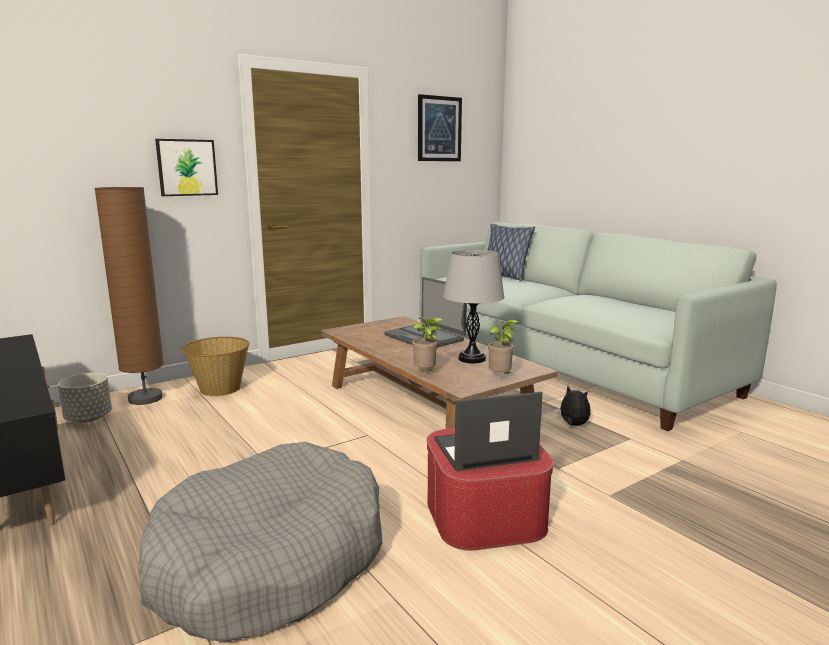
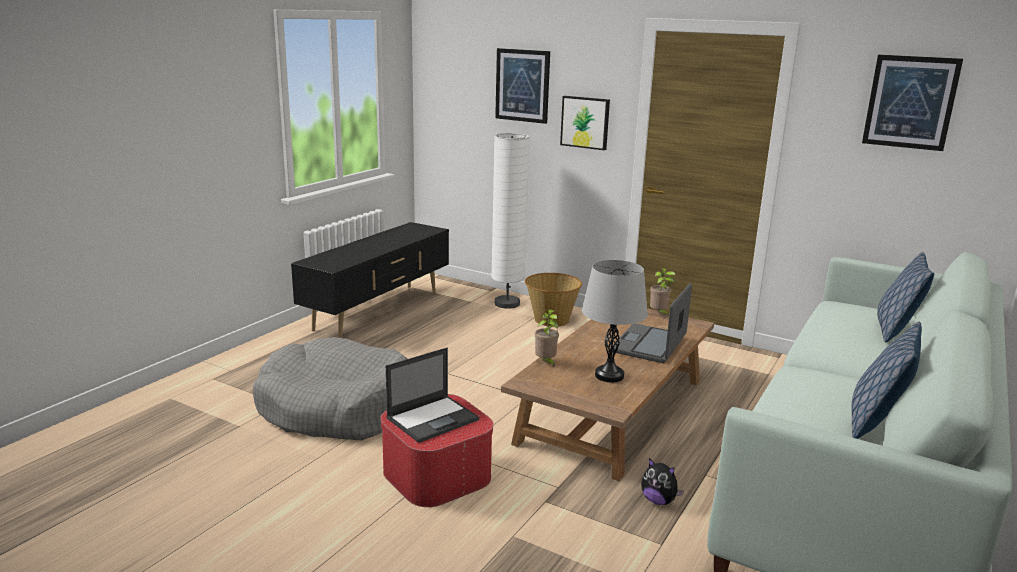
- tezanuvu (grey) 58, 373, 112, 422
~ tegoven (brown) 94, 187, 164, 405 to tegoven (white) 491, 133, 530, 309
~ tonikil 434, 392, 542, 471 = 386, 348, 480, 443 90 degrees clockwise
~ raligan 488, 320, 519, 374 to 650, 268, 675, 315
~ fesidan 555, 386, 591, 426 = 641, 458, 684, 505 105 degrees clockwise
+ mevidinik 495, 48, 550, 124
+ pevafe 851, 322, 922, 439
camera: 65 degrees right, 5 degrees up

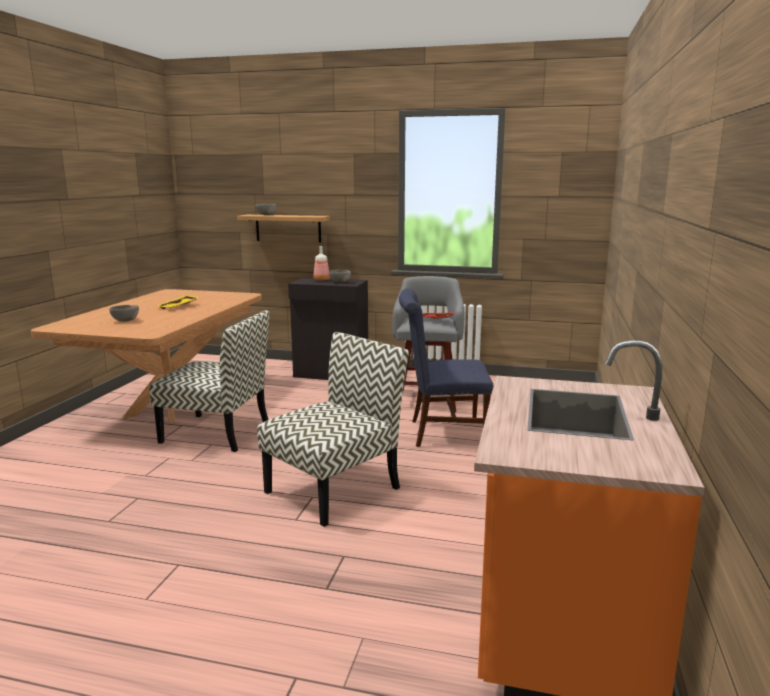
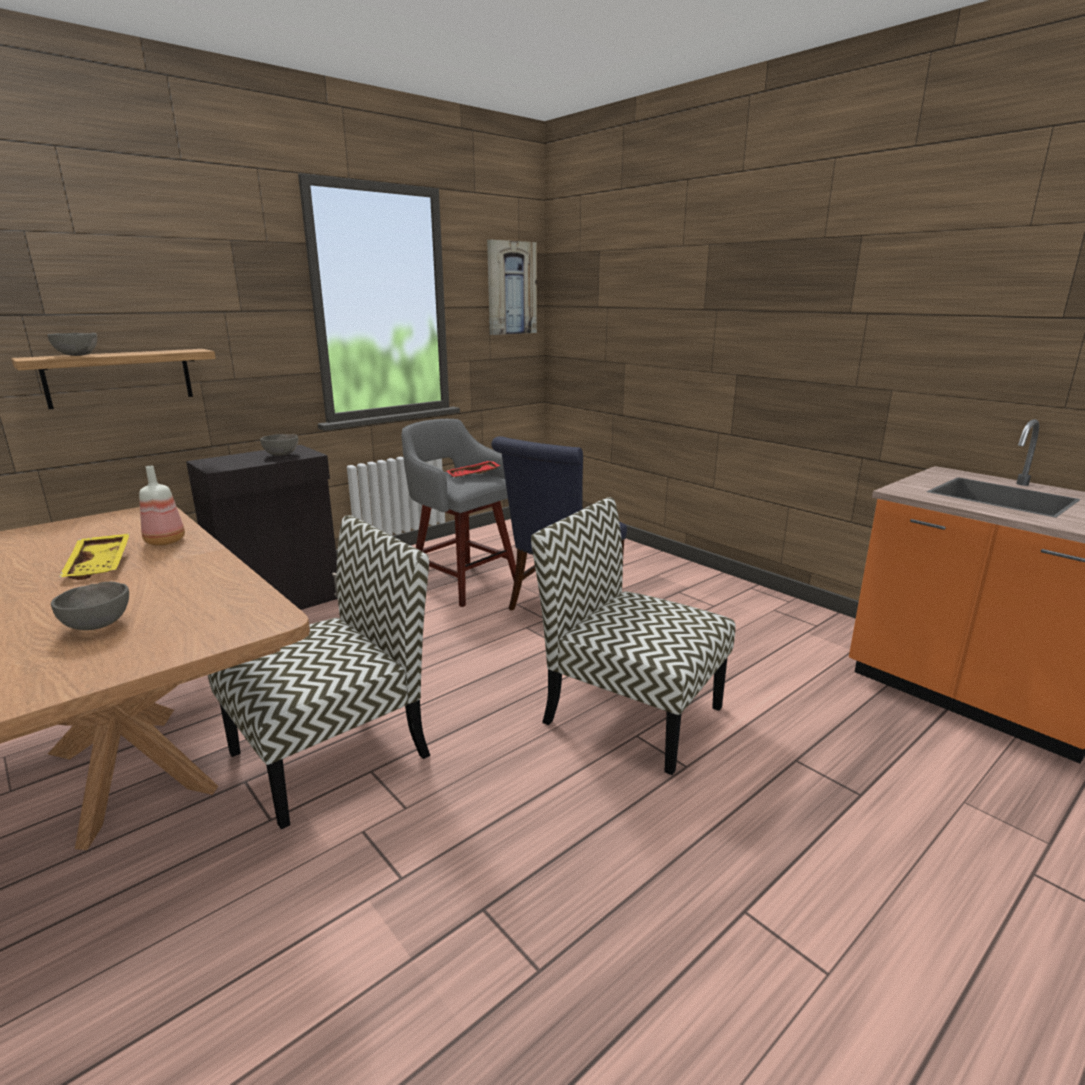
~ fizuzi 257, 332, 409, 527 = 531, 497, 736, 775 45 degrees counterclockwise
~ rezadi 313, 246, 330, 281 to 139, 466, 185, 545
+ mevidinik 487, 240, 537, 335
camera: 55 degrees left, 5 degrees up

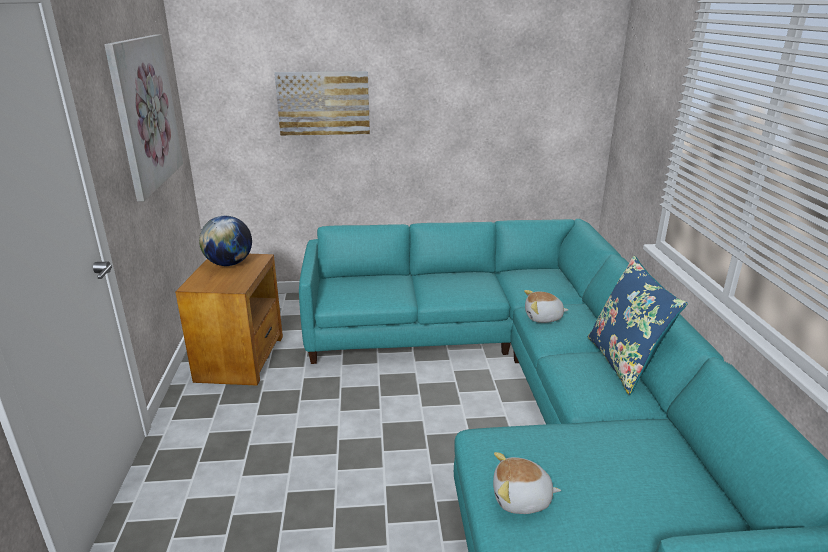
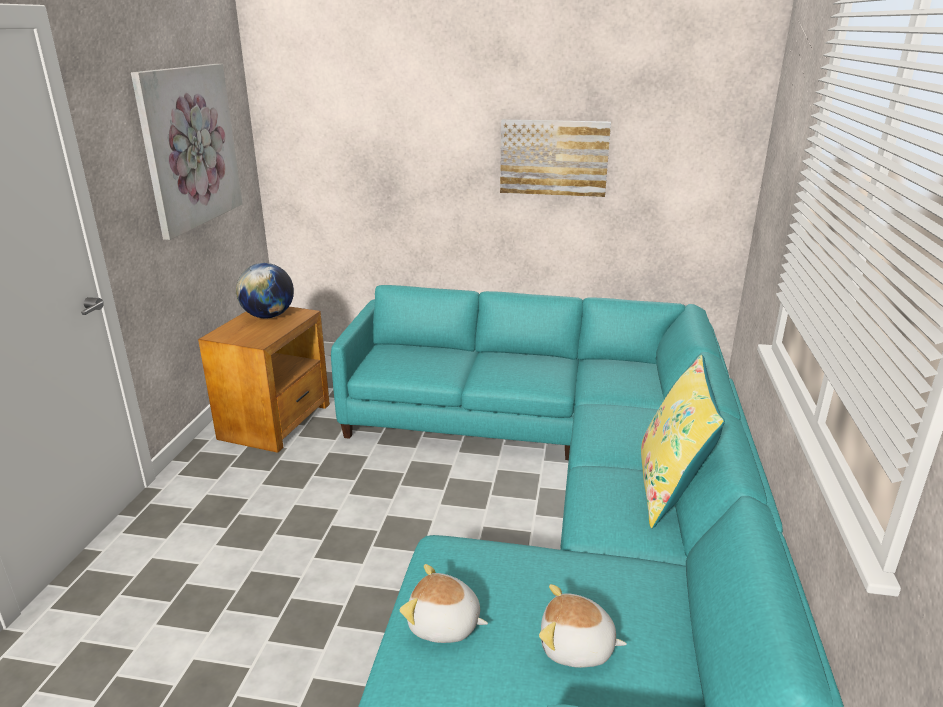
~ mevidinik 274, 71, 370, 136 to 500, 119, 611, 197
~ fesidan 524, 290, 568, 323 to 539, 584, 627, 668
~ pevafe (blue) 588, 256, 687, 395 to pevafe (yellow) 641, 355, 725, 529
camera: 15 degrees right, 0 degrees up

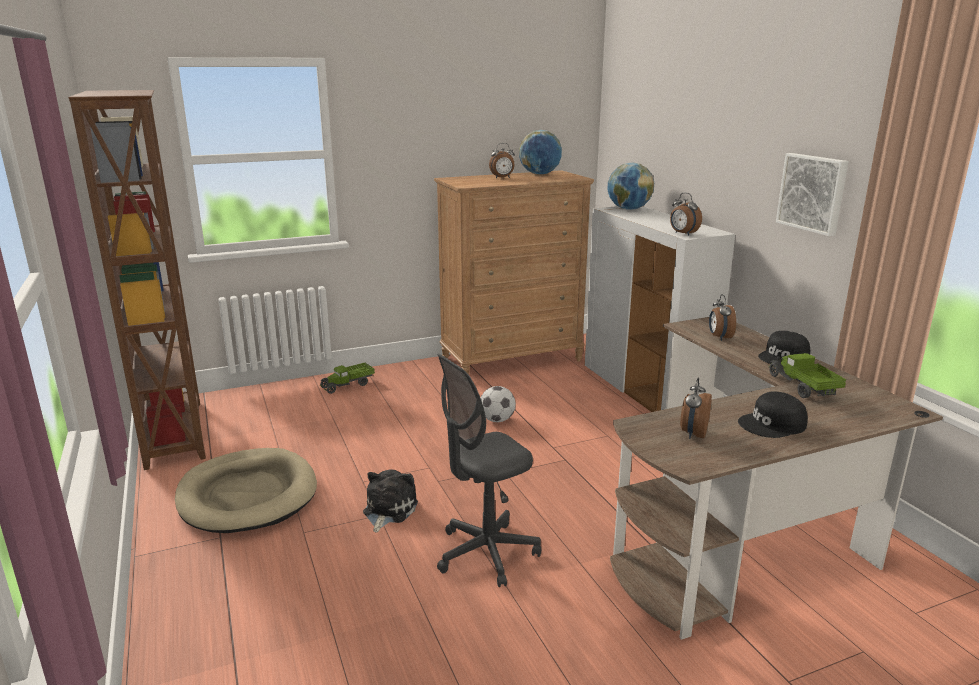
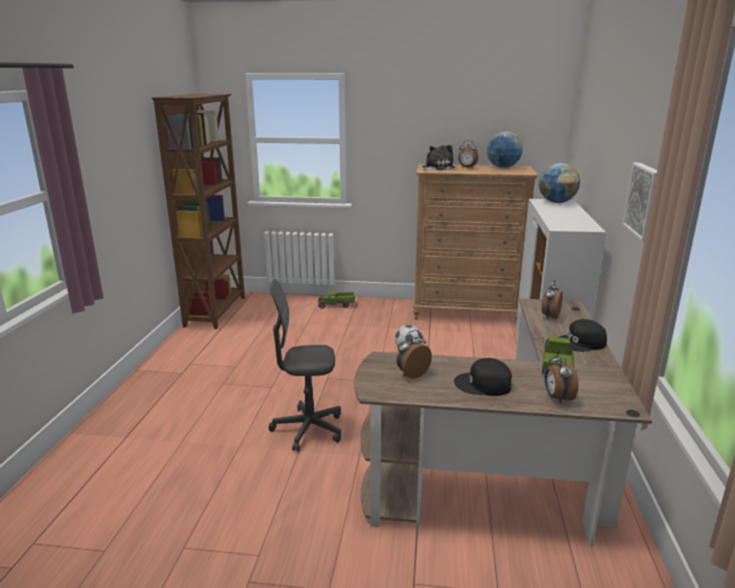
- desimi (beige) 175, 448, 317, 533
~ fesidan 363, 470, 418, 533 to 422, 145, 455, 171
~ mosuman 670, 192, 702, 236 to 545, 351, 578, 404
camera: 30 degrees right, 0 degrees up

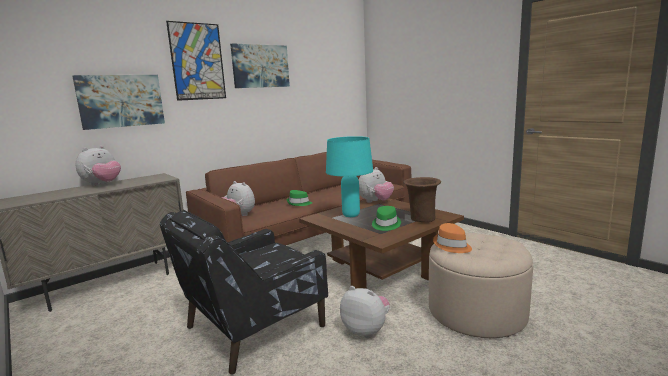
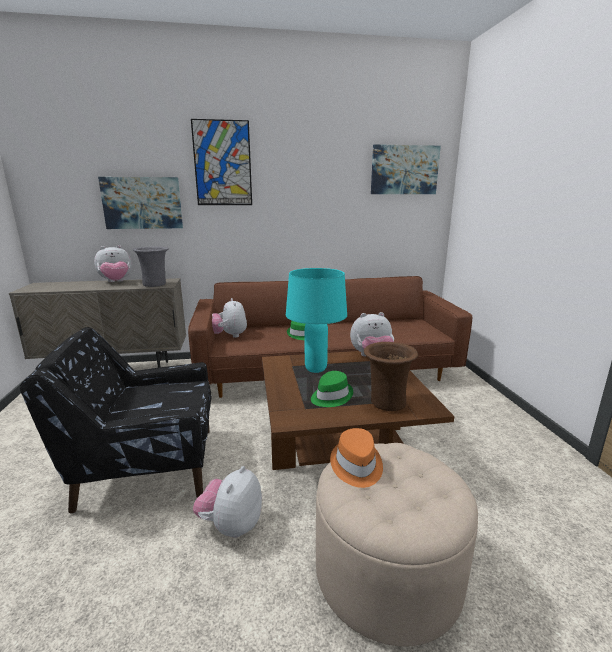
~ mevidinik 230, 43, 290, 88 to 371, 144, 441, 194
~ fesidan 340, 286, 390, 338 = 193, 466, 262, 538 135 degrees counterclockwise
+ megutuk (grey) 133, 246, 169, 287
camera: 30 degrees right, 5 degrees up

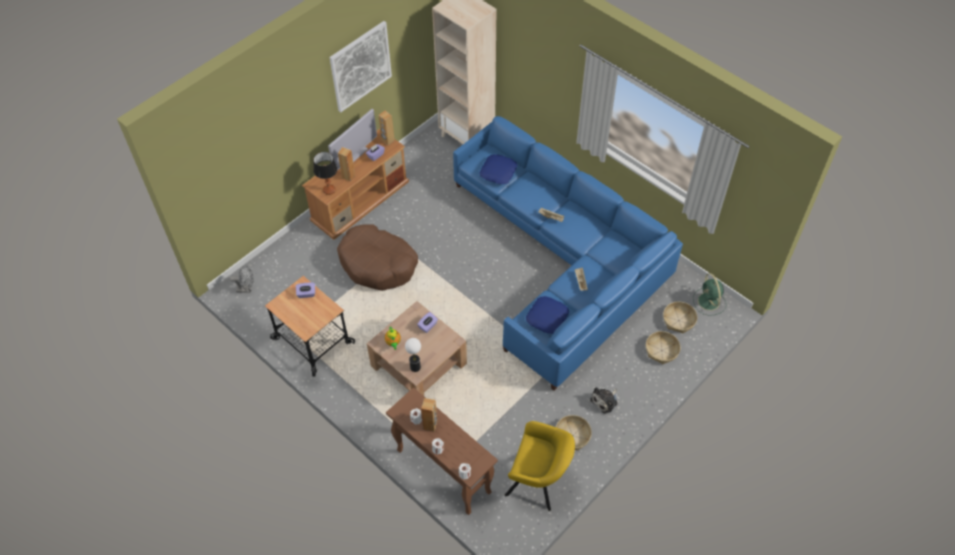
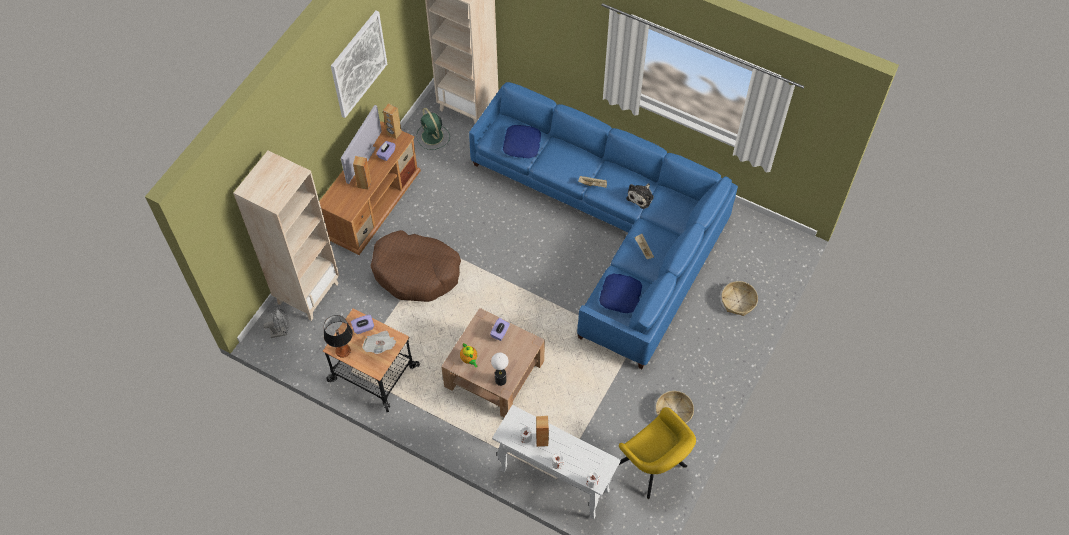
~ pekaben 313, 152, 338, 195 to 324, 315, 353, 358
~ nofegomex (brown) 386, 387, 498, 515 to nofegomex (white) 492, 405, 621, 519
~ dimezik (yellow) 505, 421, 575, 511 = 619, 407, 696, 499 45 degrees clockwise
~ fesidan 590, 387, 618, 414 to 626, 183, 654, 209
- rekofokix 663, 302, 697, 334
~ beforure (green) 693, 273, 726, 316 to 416, 108, 450, 150
+ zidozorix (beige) 233, 150, 339, 321
+ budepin 362, 331, 396, 354
camera: 15 degrees left, 5 degrees up

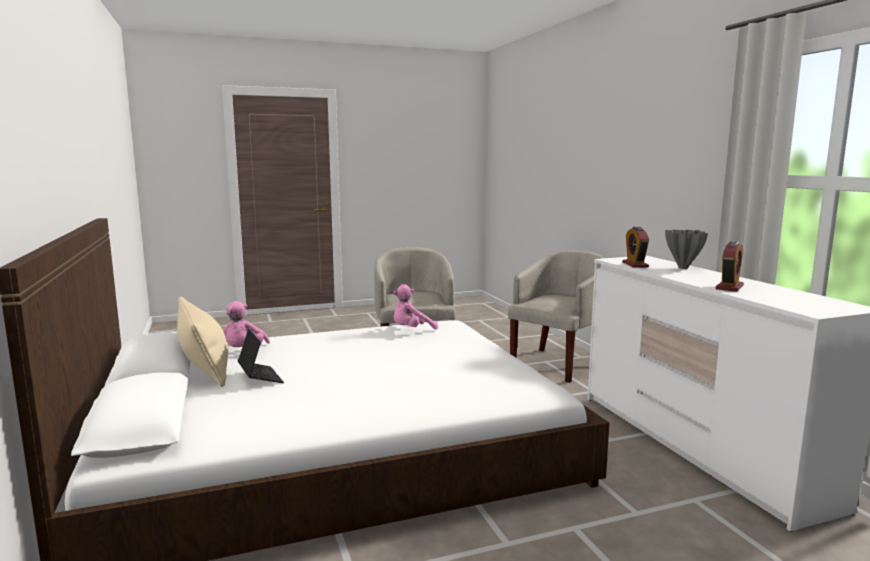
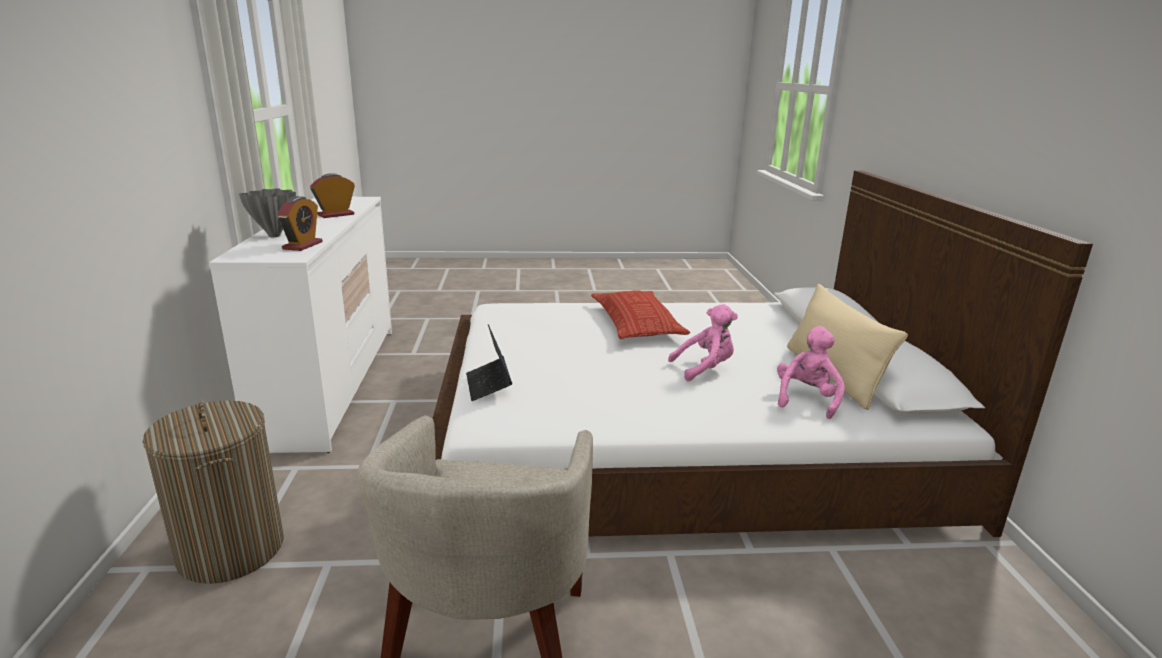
~ tonikil 238, 329, 284, 383 to 466, 324, 512, 401
~ fesidan (pink) 393, 284, 438, 330 to 668, 304, 738, 381
~ dimezik (beige) 508, 250, 604, 383 to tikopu 143, 401, 284, 584
+ pevafe 591, 290, 690, 339
camera: 165 degrees left, 10 degrees up

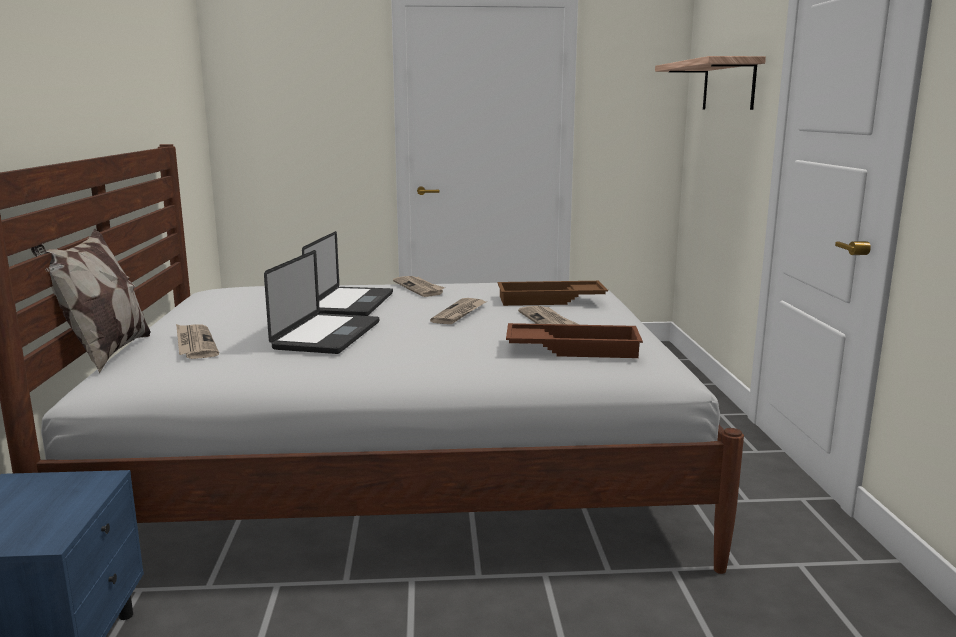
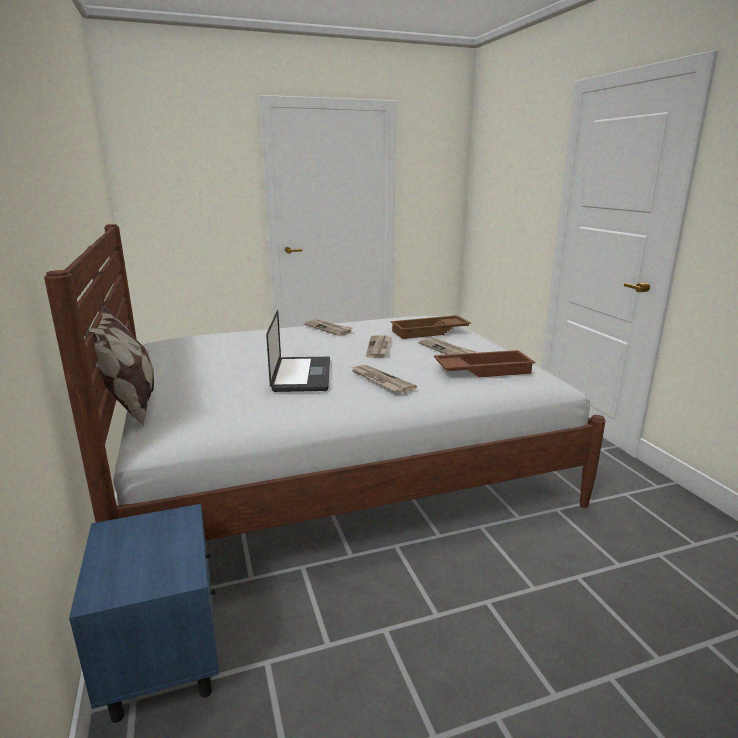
~ budepin 176, 324, 219, 359 to 352, 365, 417, 393
- tonikil 302, 231, 393, 316
- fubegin 655, 56, 766, 110
camera: 15 degrees left, 5 degrees up

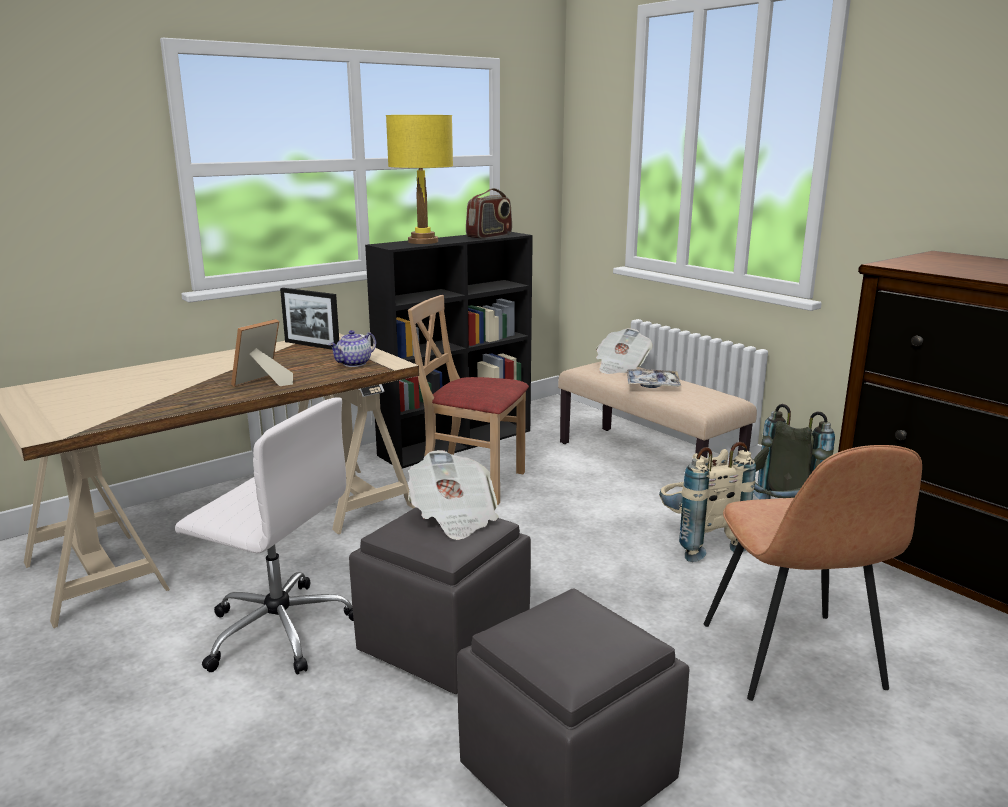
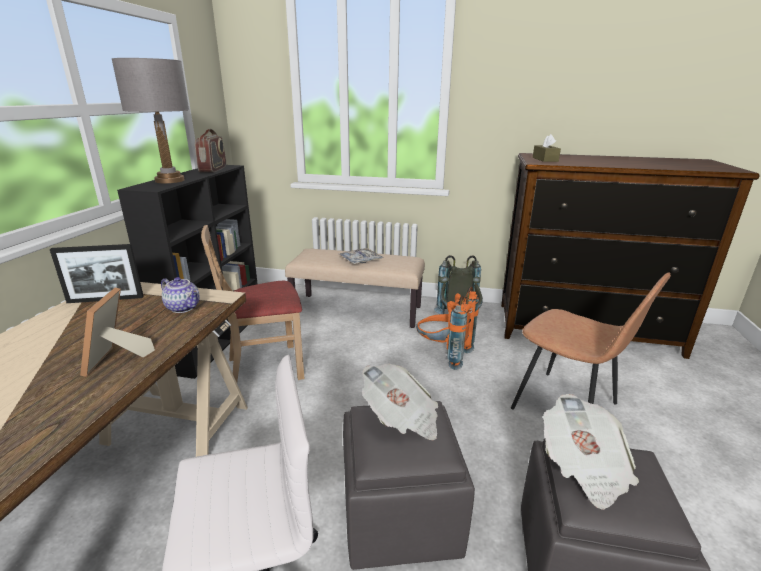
~ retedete 329, 330, 376, 367 = 161, 277, 200, 313 60 degrees counterclockwise
~ pekaben (yellow) 386, 115, 453, 244 to pekaben (grey) 112, 58, 189, 183
~ budepin 596, 328, 653, 374 to 543, 394, 639, 510
~ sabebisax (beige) 659, 442, 756, 562 to sabebisax (orange) 416, 286, 479, 370
+ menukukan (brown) 533, 134, 561, 162
camera: 40 degrees left, 5 degrees up

